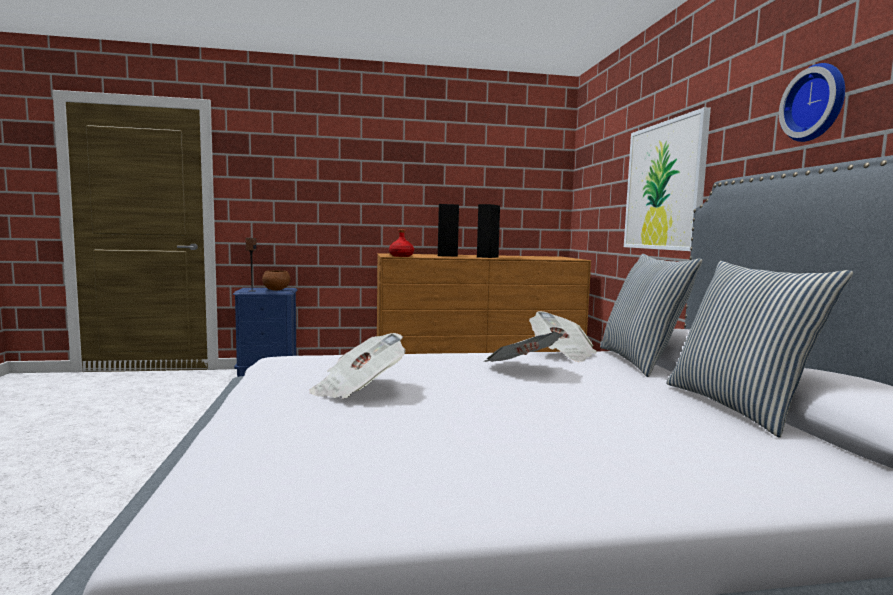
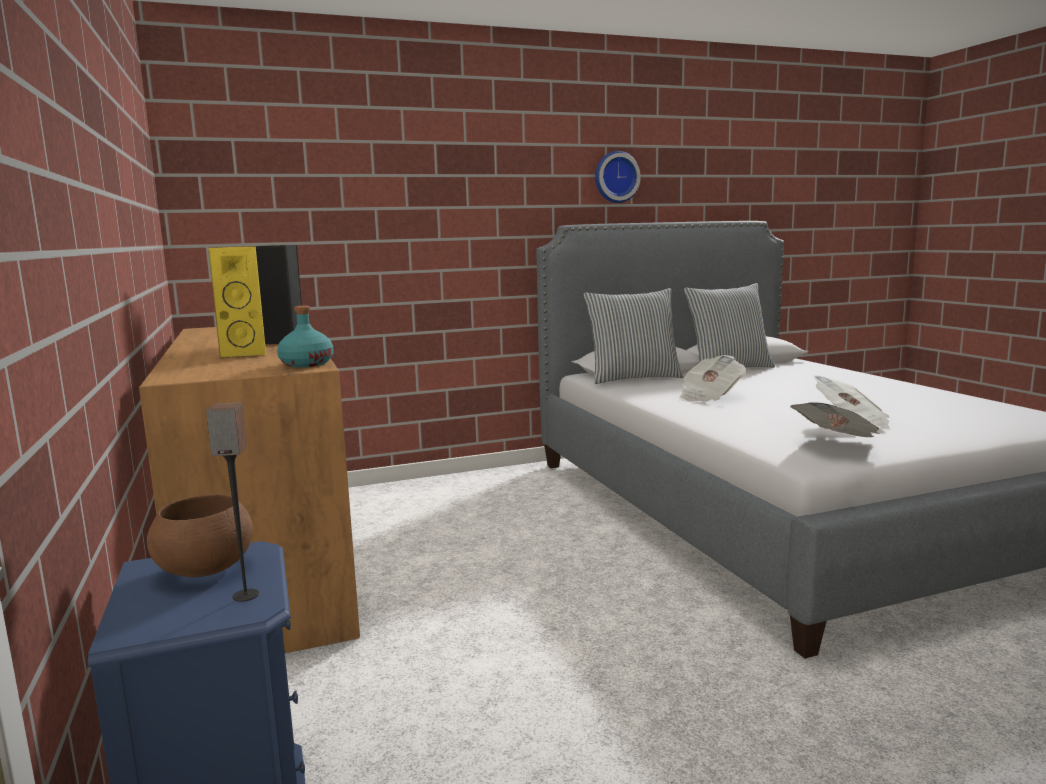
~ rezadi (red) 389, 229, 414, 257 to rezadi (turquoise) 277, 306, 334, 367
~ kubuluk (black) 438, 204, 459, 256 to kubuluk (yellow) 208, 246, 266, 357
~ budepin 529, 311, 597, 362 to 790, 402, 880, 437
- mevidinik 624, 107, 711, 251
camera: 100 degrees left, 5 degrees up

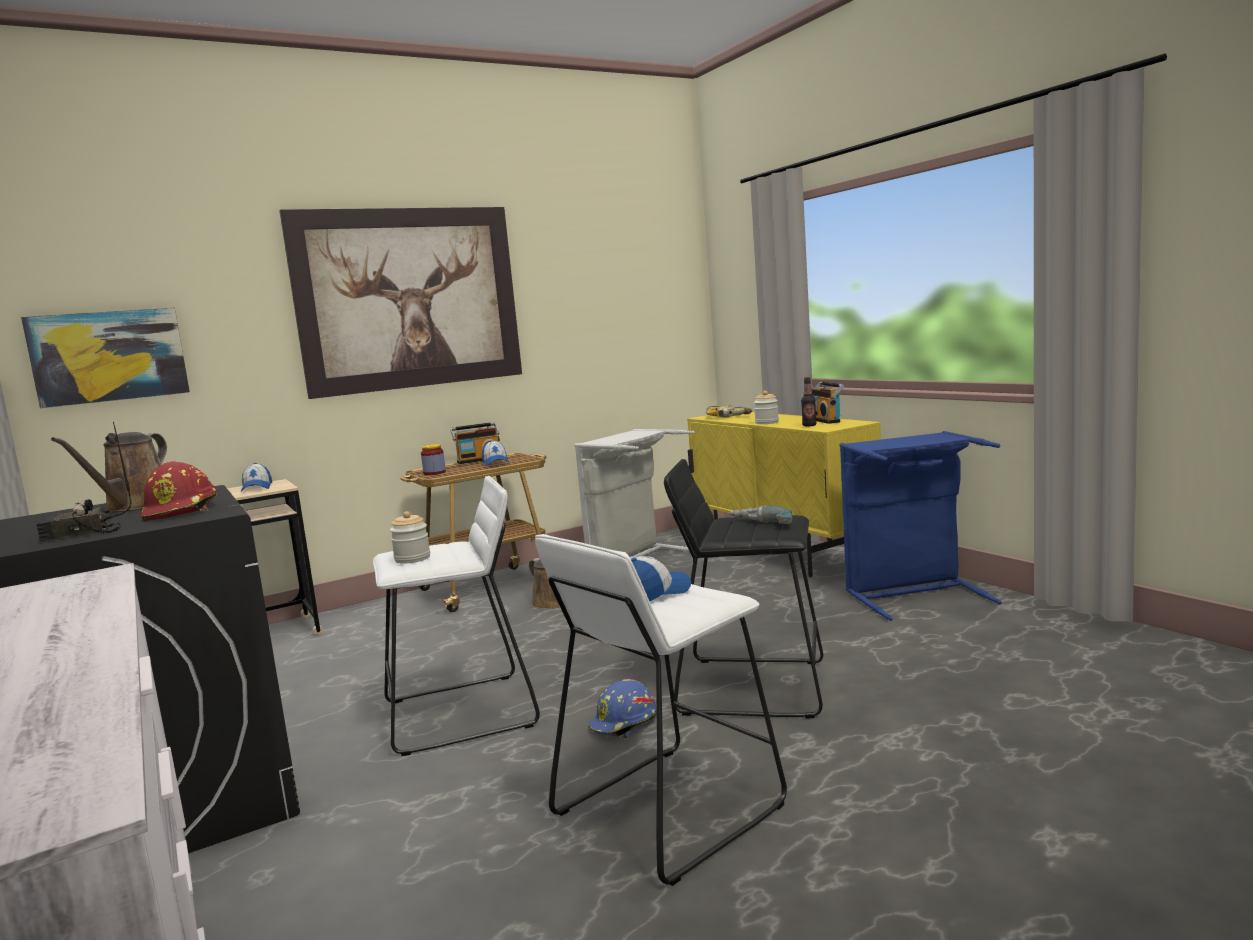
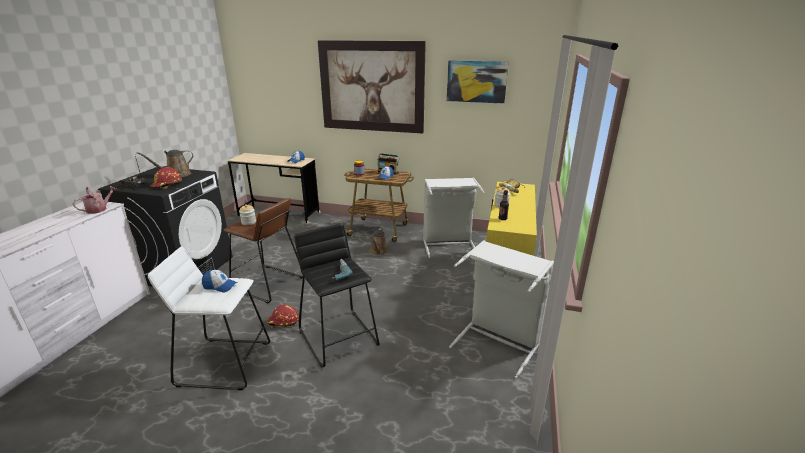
~ mevidinik 21, 308, 190, 408 to 447, 61, 509, 104
~ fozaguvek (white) 373, 476, 540, 756 to fozaguvek (brown) 224, 198, 303, 303
~ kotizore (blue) 588, 679, 657, 738 to kotizore (red) 267, 305, 299, 328
- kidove 812, 381, 844, 424
~ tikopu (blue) 840, 431, 1002, 621 to tikopu (grey) 449, 240, 554, 379
+ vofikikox 73, 186, 117, 214
camera: 45 degrees right, 15 degrees up

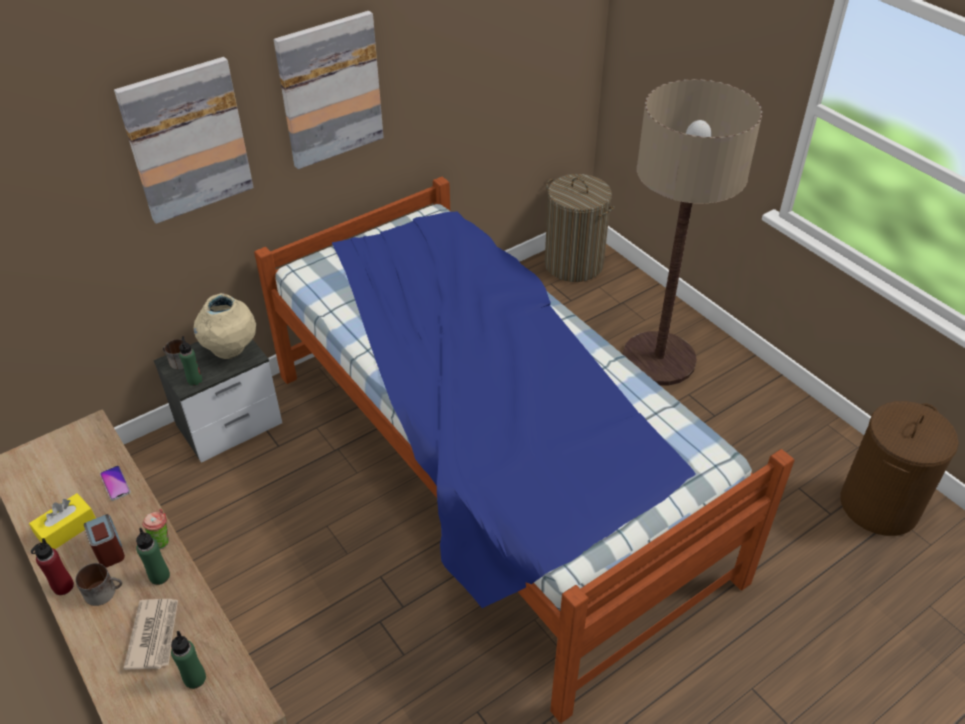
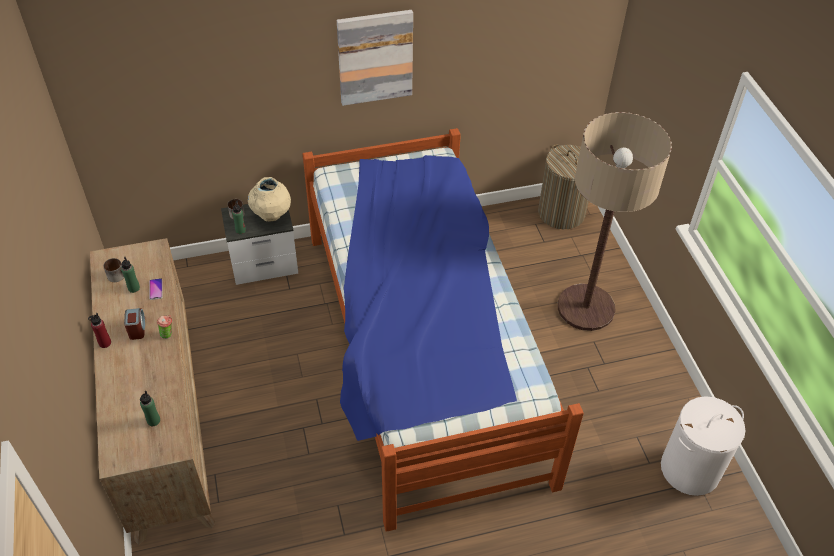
- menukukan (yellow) 29, 493, 96, 549
~ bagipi 75, 563, 122, 606 to 103, 258, 124, 282
- mevidinik 114, 57, 254, 224
- budepin 123, 599, 178, 670
~ rezadi (green) 136, 528, 170, 585 to 121, 257, 140, 293
~ tikopu (brown) 840, 401, 959, 536 to tikopu (white) 661, 396, 746, 496
camera: 20 degrees right, 5 degrees up

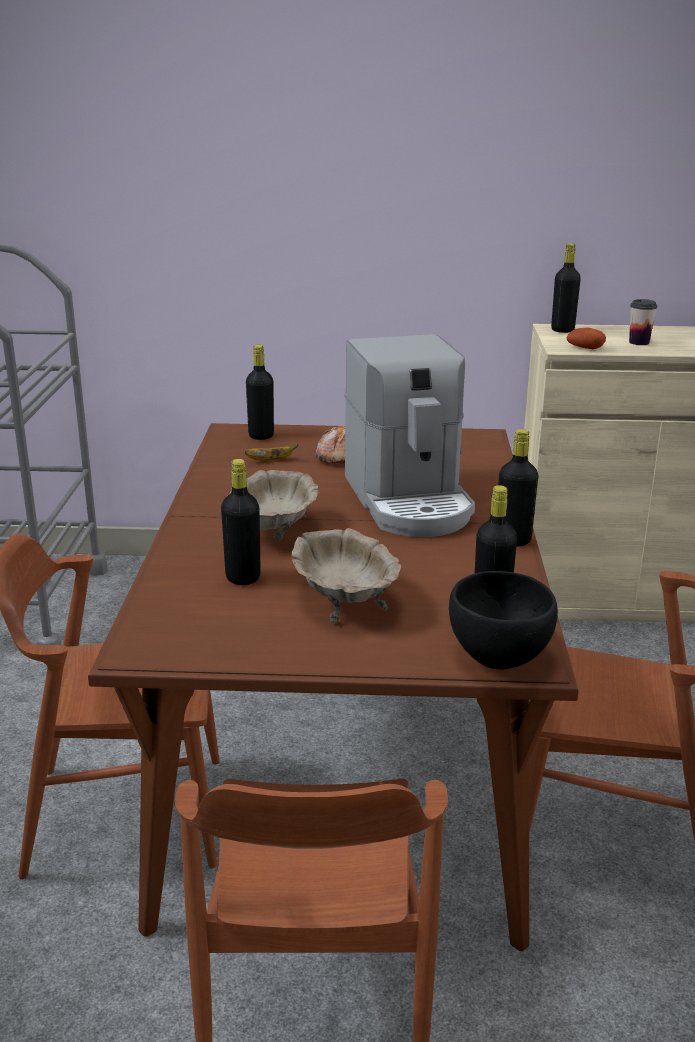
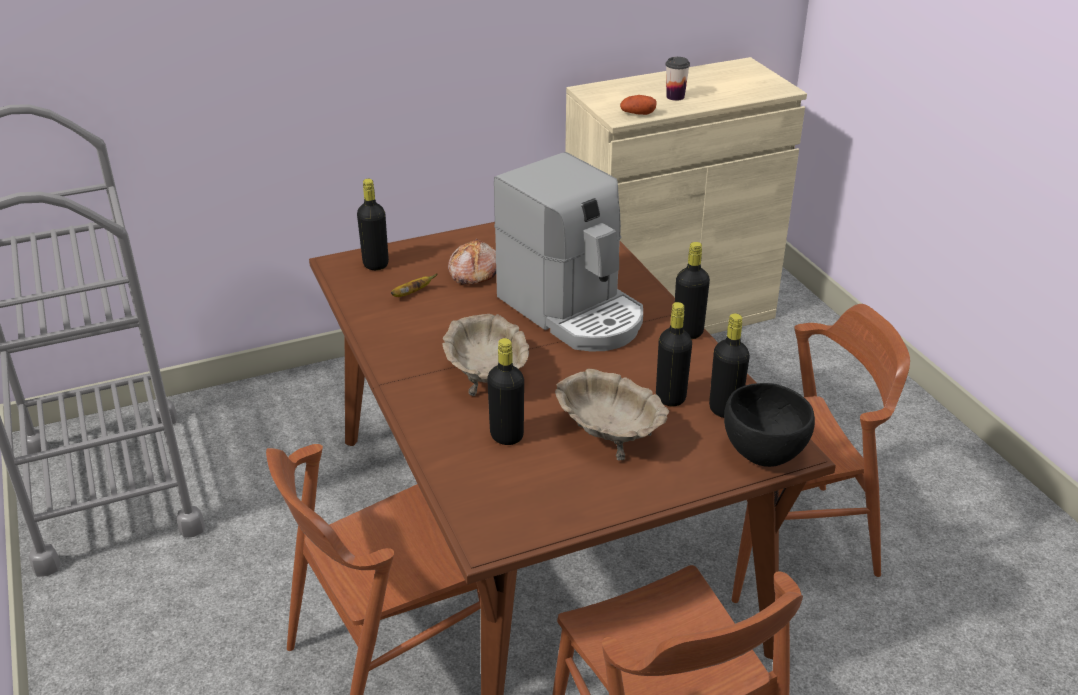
~ rezadi (black) 551, 243, 581, 333 to 656, 302, 692, 406
camera: 25 degrees left, 10 degrees up

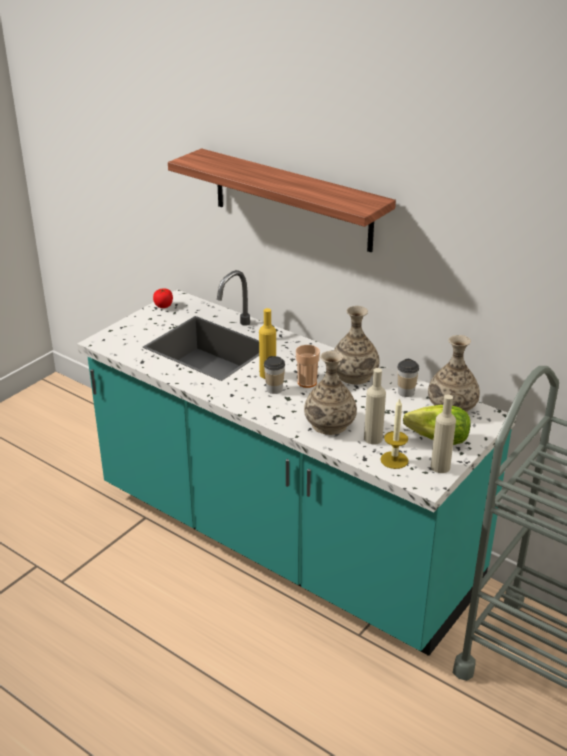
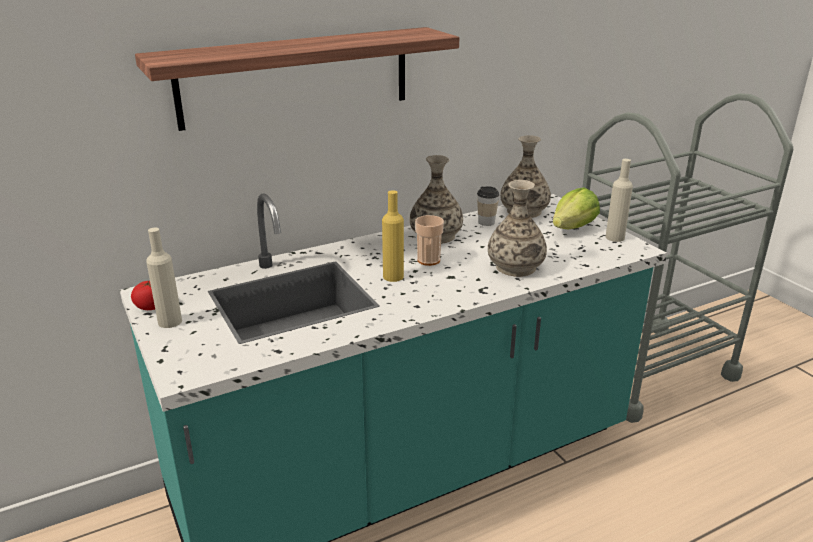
- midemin 264, 356, 285, 394
~ rezadi (beige) 364, 368, 386, 445 to 146, 228, 182, 328
- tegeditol 380, 398, 409, 469
camera: 65 degrees left, 5 degrees down

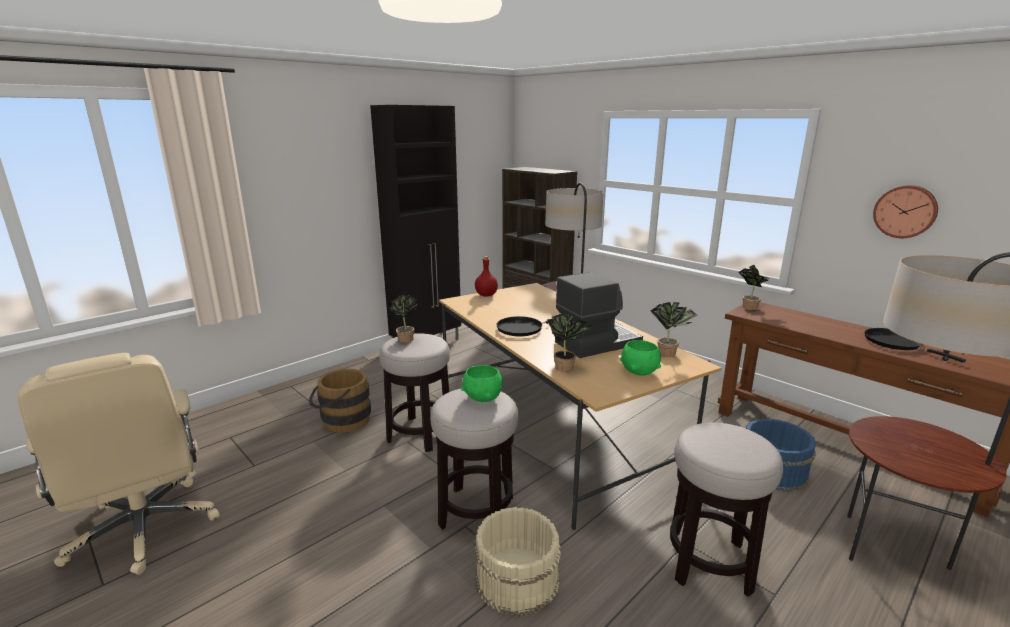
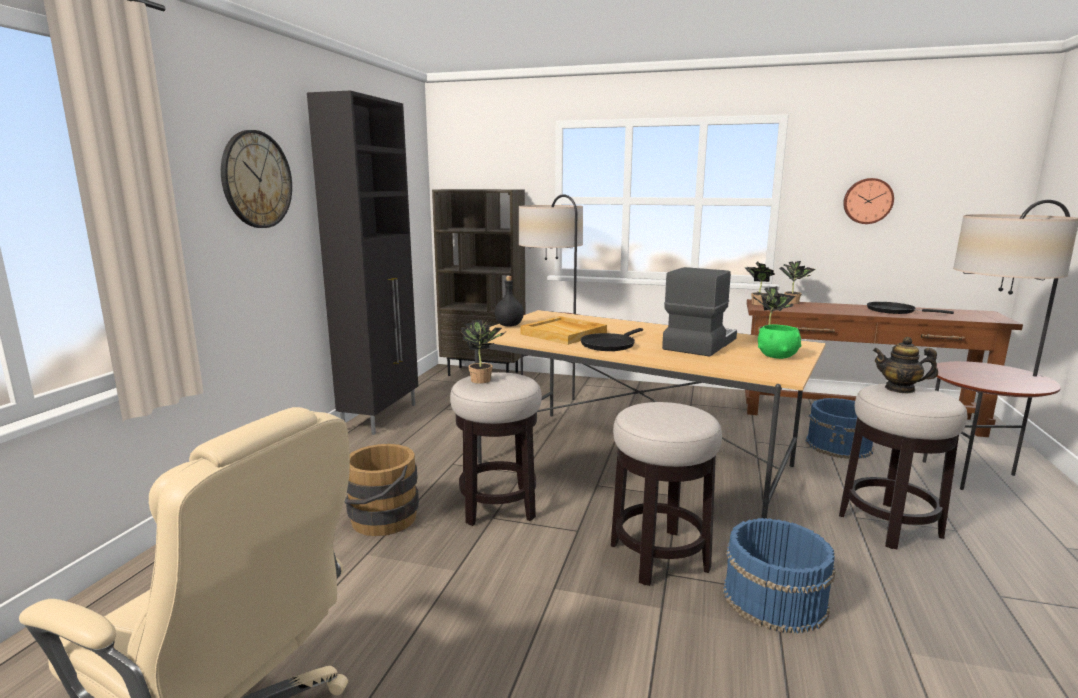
- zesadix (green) 461, 365, 503, 402
~ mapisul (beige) 474, 507, 561, 616 to mapisul (blue) 723, 518, 835, 634
~ rezadi (red) 475, 256, 498, 297 to rezadi (black) 495, 276, 524, 327
~ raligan 547, 314, 592, 372 to 779, 261, 816, 304
+ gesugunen 221, 130, 292, 228
+ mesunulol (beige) 520, 316, 607, 345
+ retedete 873, 337, 938, 393
camera: 30 degrees left, 5 degrees down

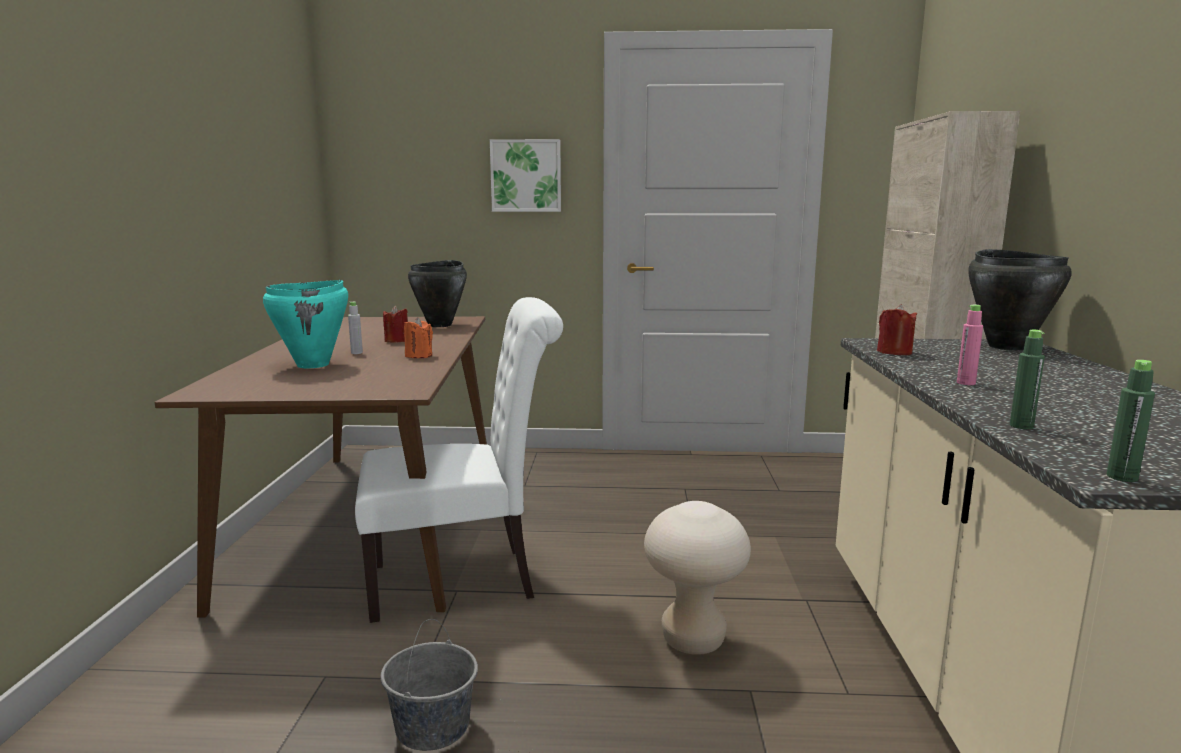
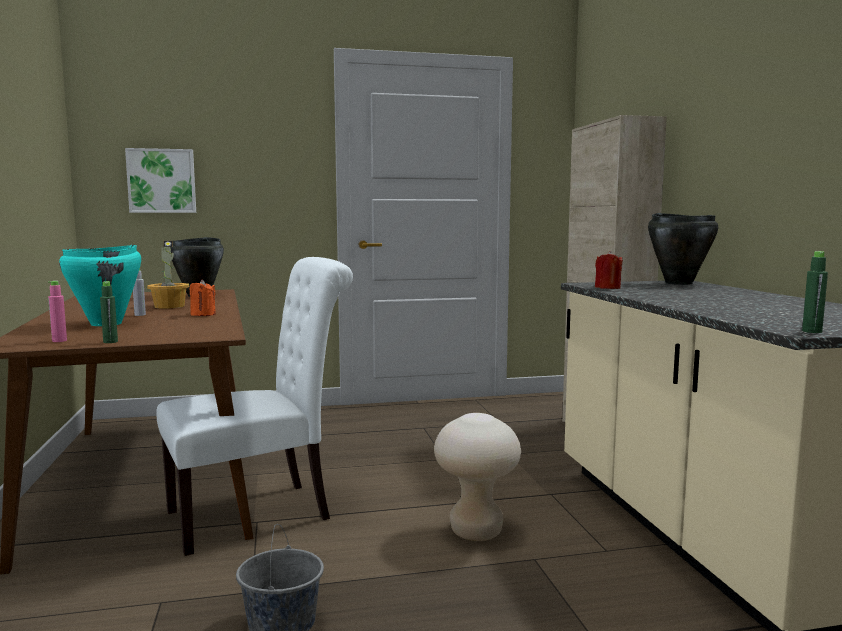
~ tegeditol (red) 383, 306, 408, 342 to raligan 147, 241, 189, 309
~ mevidinik 490, 139, 561, 212 to 125, 148, 196, 213
~ rezadi (pink) 957, 305, 983, 385 to 48, 281, 67, 342
~ rezadi (green) 1010, 330, 1045, 429 to 100, 281, 118, 343
camera: 15 degrees left, 5 degrees down

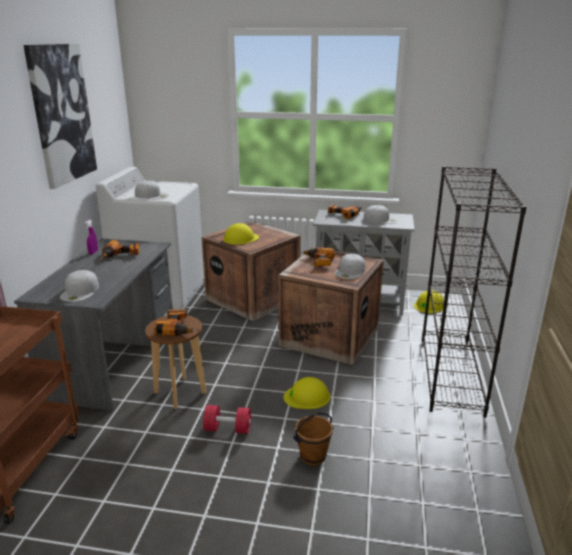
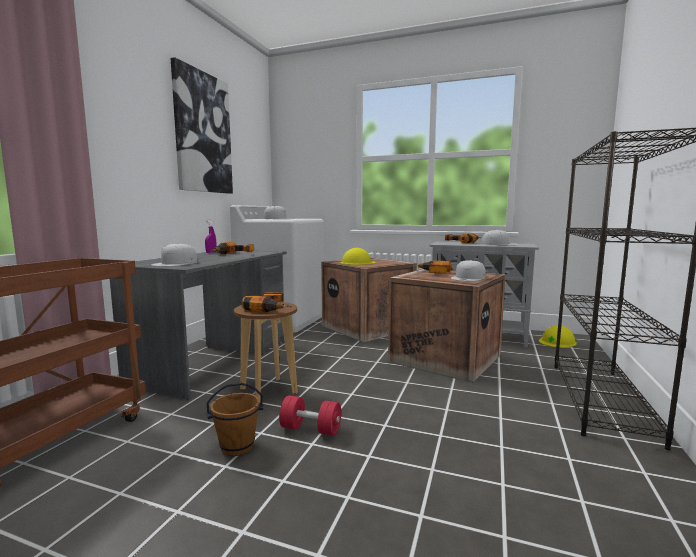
- kotizore (yellow) 284, 377, 330, 409
~ mapisul (brown) 293, 413, 334, 466 to 206, 383, 263, 456
camera: 10 degrees right, 15 degrees down

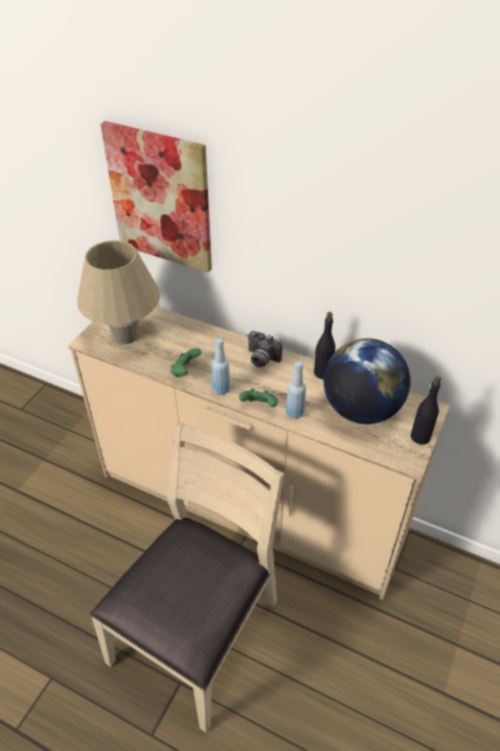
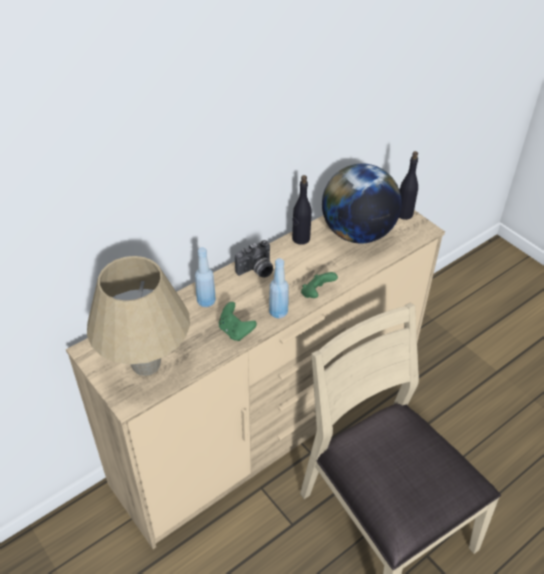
- mevidinik 101, 121, 212, 273
~ rezadi (blue) 286, 361, 306, 419 to 195, 247, 216, 307
camera: 65 degrees left, 0 degrees up

